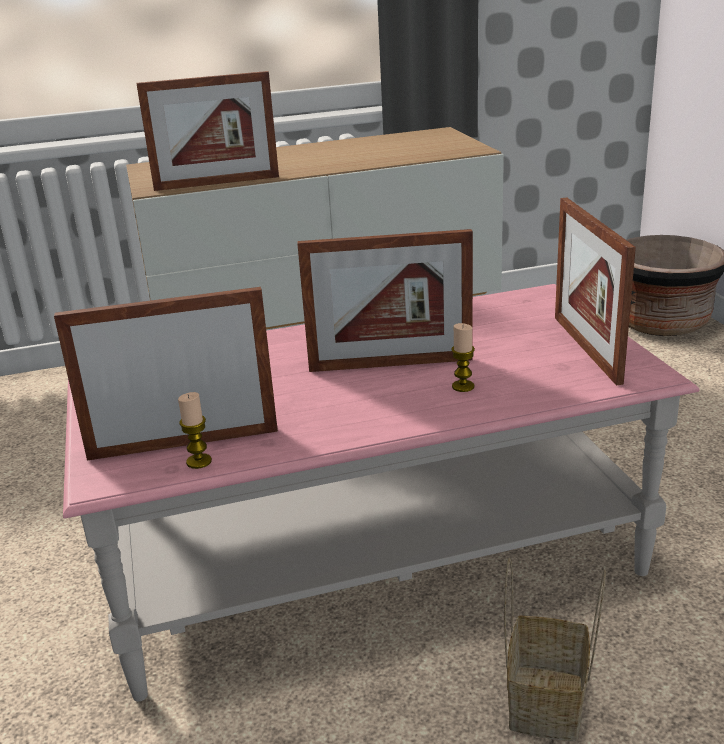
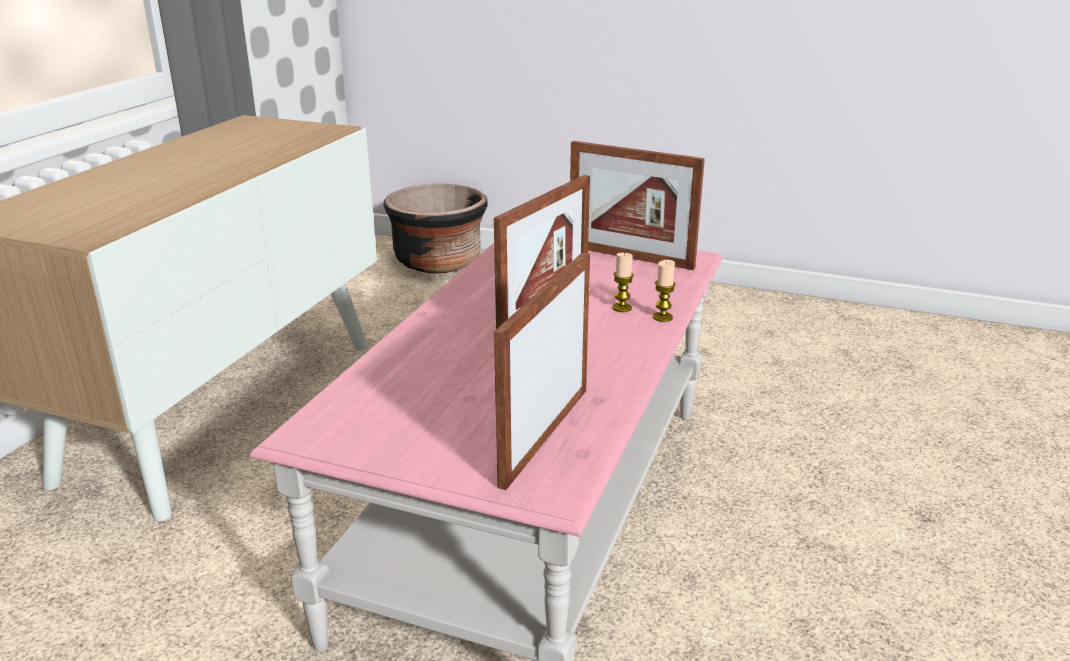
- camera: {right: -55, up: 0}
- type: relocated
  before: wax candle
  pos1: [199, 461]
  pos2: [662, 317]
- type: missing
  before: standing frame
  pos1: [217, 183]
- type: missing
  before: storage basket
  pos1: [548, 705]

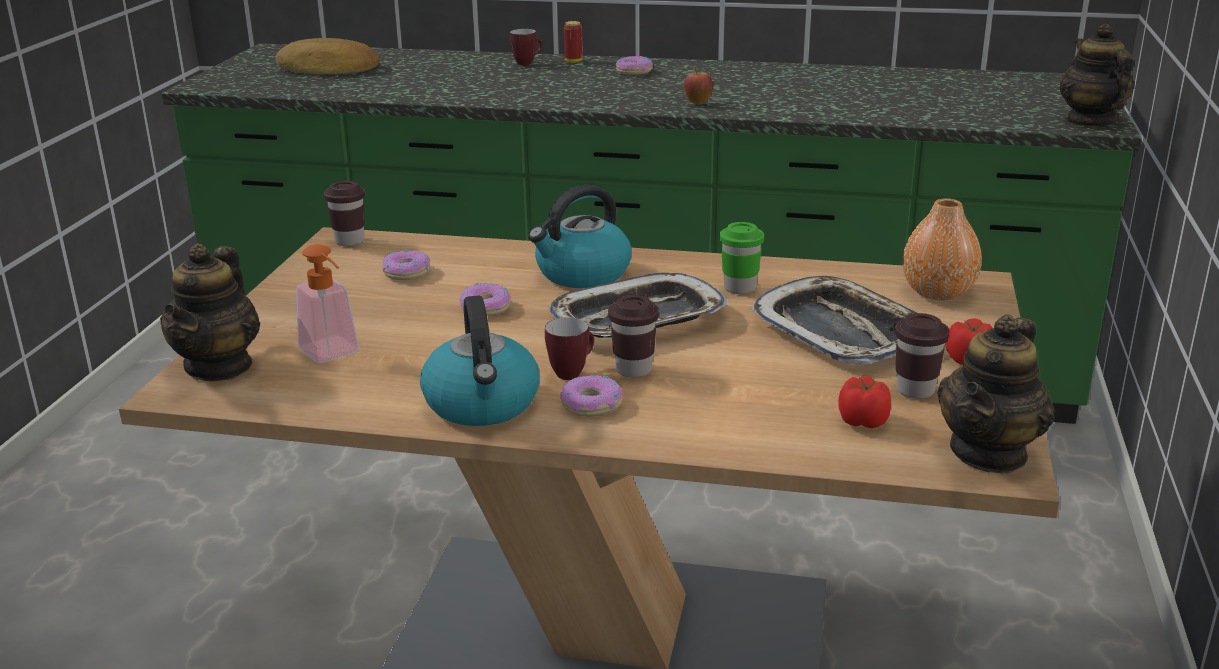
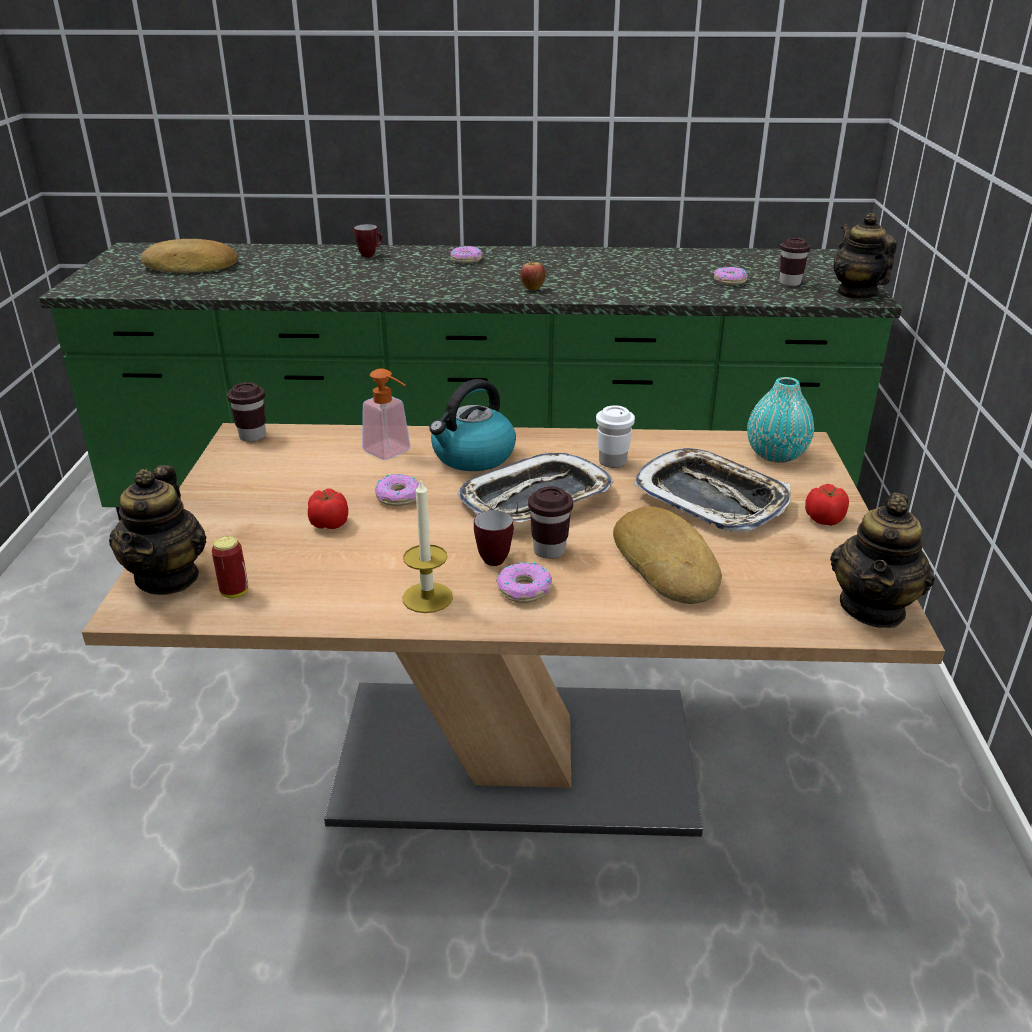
- camera: {right: -10, up: 5}
- type: relocated
  before: sealed can
  pos1: [573, 61]
  pos2: [234, 592]
- type: relocated
  before: fresh tomato
  pos1: [863, 421]
  pos2: [330, 523]
- type: relocated
  before: soap bottle
  pos1: [334, 355]
  pos2: [392, 453]
- type: exchanged
  before: water kettle
  after: wax candle
  pos1: [482, 404]
  pos2: [427, 597]
- type: colour
  before: green-coloured small cup
  after: white-coloured small cup
  pos1: [739, 288]
  pos2: [612, 462]
- type: appeared
  after: bread
  pos2: [668, 564]
- type: relocated
  before: donut
  pos1: [406, 272]
  pos2: [730, 281]
- type: colour
  before: orange flower vase
  after: turquoise flower vase
  pos1: [938, 292]
  pos2: [776, 455]
- type: relocated
  before: brown small cup
  pos1: [915, 390]
  pos2: [789, 283]

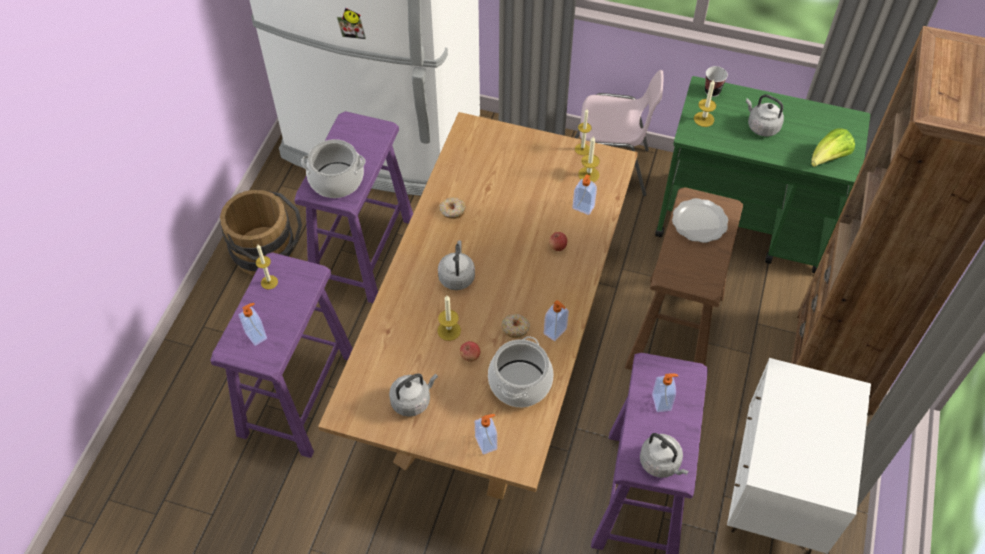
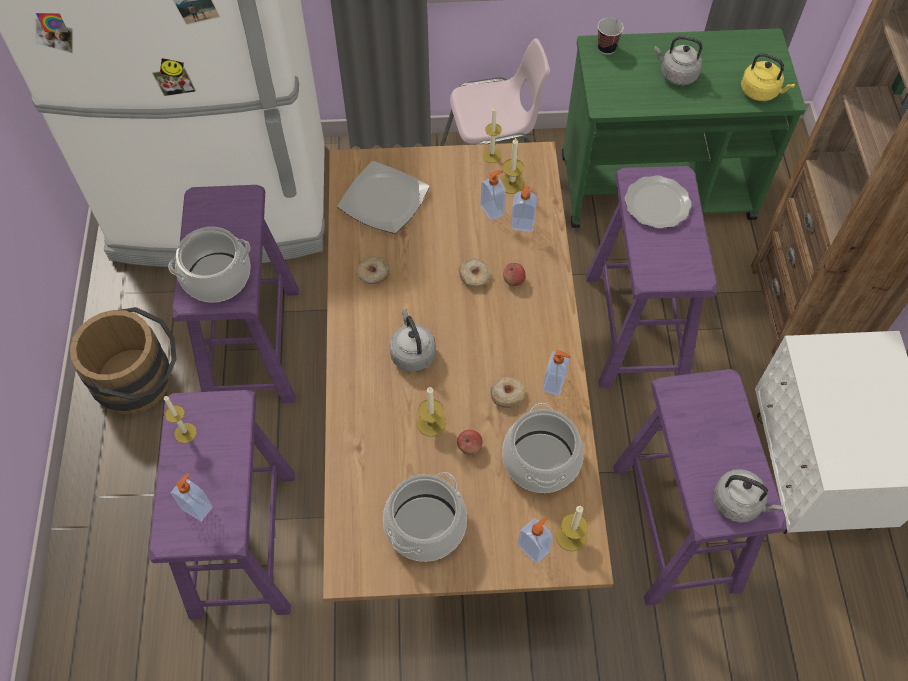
- camera: {right: -20, up: 5}
- type: appeared
  after: dinner plate
  pos2: [385, 200]
- type: exchanged
  before: grey water kettle
  after: saucepot
  pos1: [412, 400]
  pos2: [425, 525]
- type: appeared
  after: donut
  pos2: [474, 276]
- type: relocated
  before: soap bottle
  pos1: [662, 402]
  pos2: [493, 210]
- type: relocated
  before: wax candle
  pos1: [704, 119]
  pos2: [571, 536]
- type: colour
  before: brown sitting stool
  after: purple-coloured sitting stool
  pos1: [675, 332]
  pos2: [635, 329]
- type: exchanged
  before: lettuce
  after: yellow water kettle
  pos1: [828, 159]
  pos2: [761, 92]

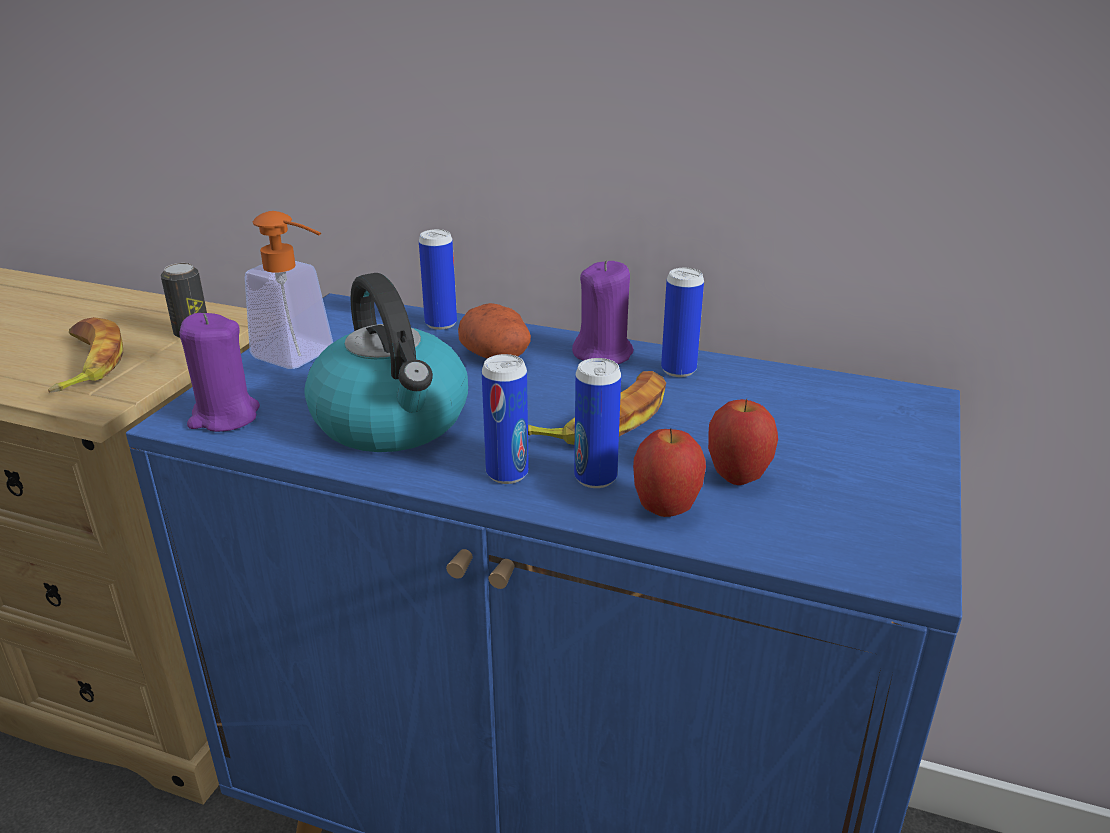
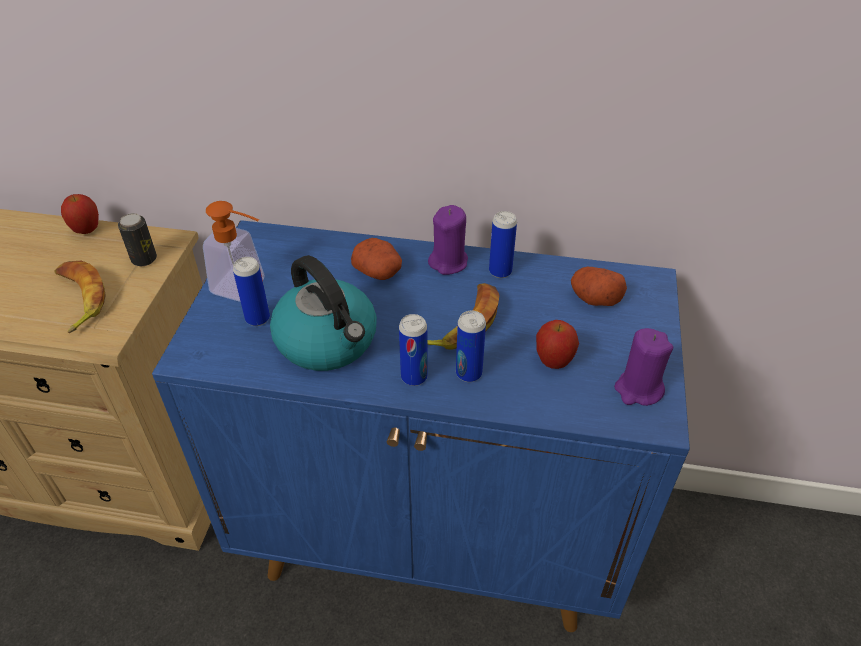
- camera: {right: -10, up: 15}
- type: relocated
  before: whole apple
  pos1: [665, 510]
  pos2: [87, 230]
- type: relocated
  before: sealed can
  pos1: [441, 324]
  pos2: [257, 318]
- type: appeared
  after: whole potato
  pos2: [594, 298]
- type: relocated
  before: purple-coloured wax candle
  pos1: [224, 417]
  pos2: [638, 389]

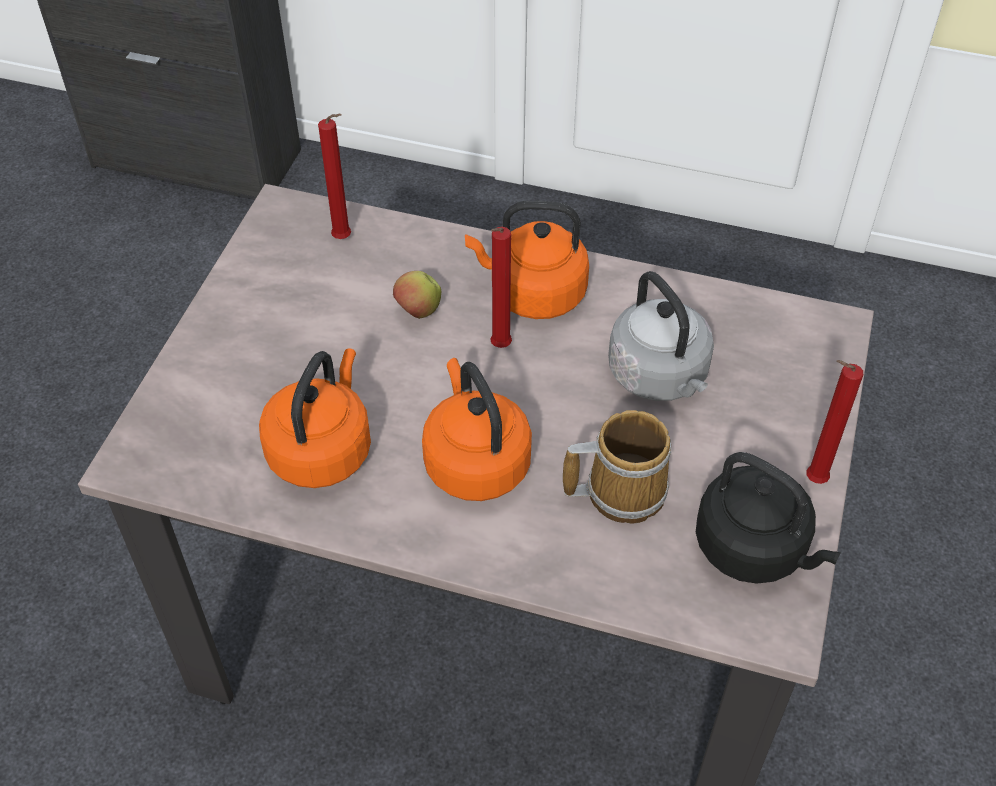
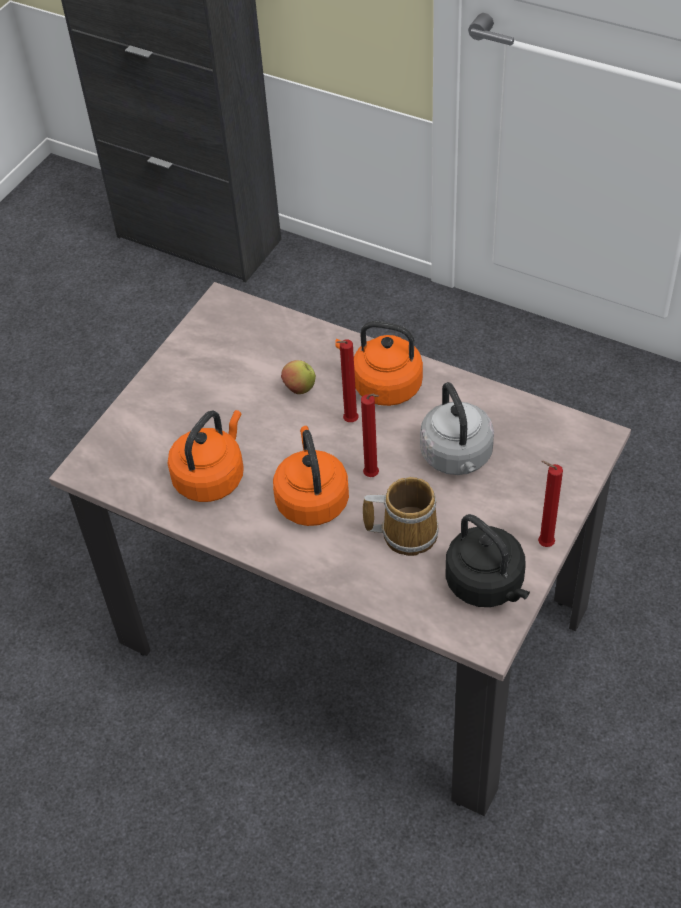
- camera: {right: 15, up: 0}
- type: relocated
  before: reddish wax candle
  pos1: [344, 239]
  pos2: [373, 476]

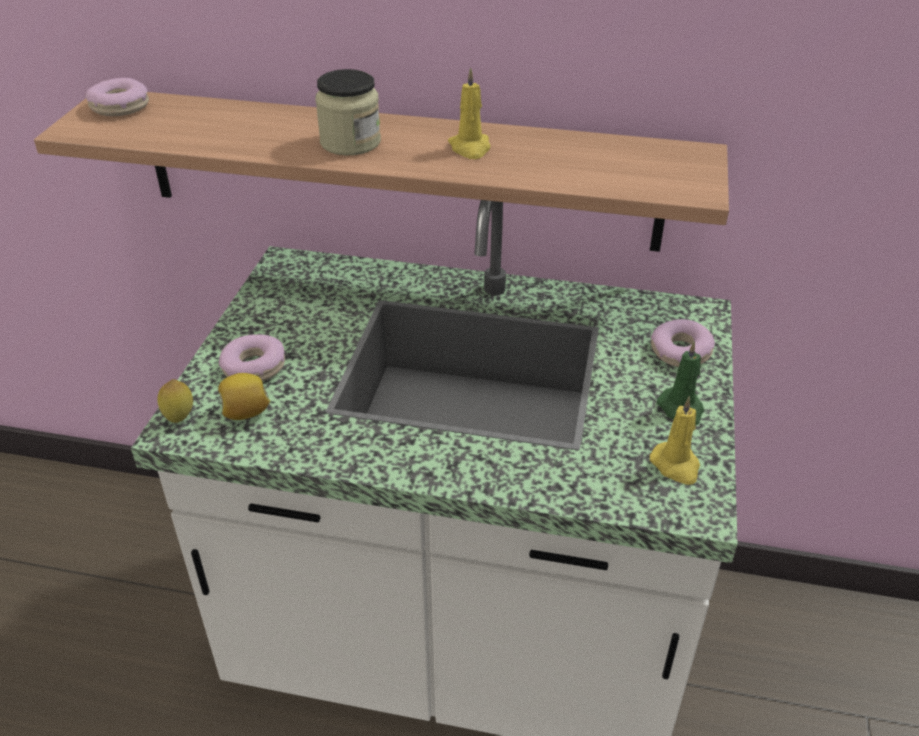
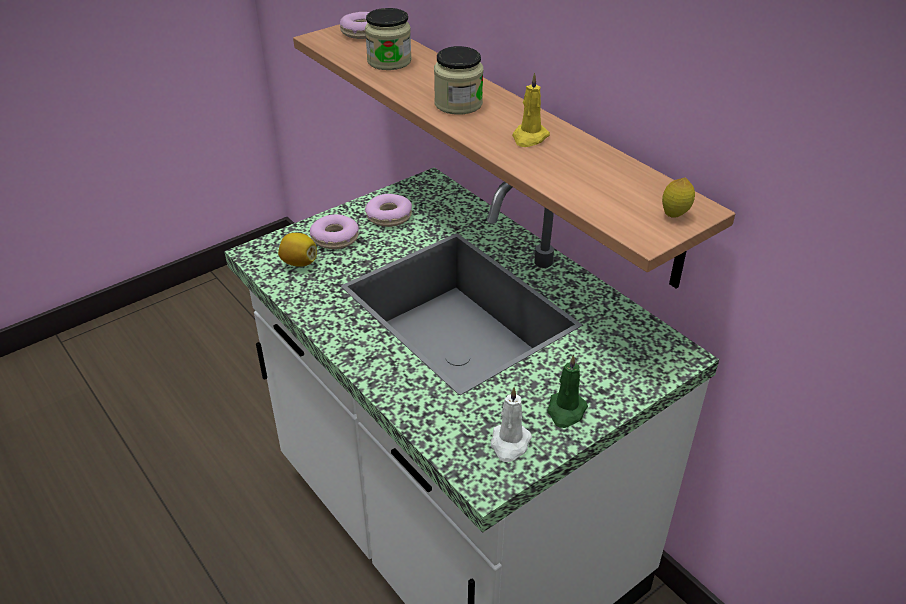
- camera: {right: 40, up: 0}
- type: appeared
  after: jar
  pos2: [389, 61]
- type: relocated
  before: donut
  pos1: [680, 352]
  pos2: [389, 216]
- type: colour
  before: yellow wax candle
  after: white-coloured wax candle
  pos1: [676, 465]
  pos2: [510, 444]
- type: relocated
  before: whole lemon
  pos1: [180, 418]
  pos2: [674, 216]

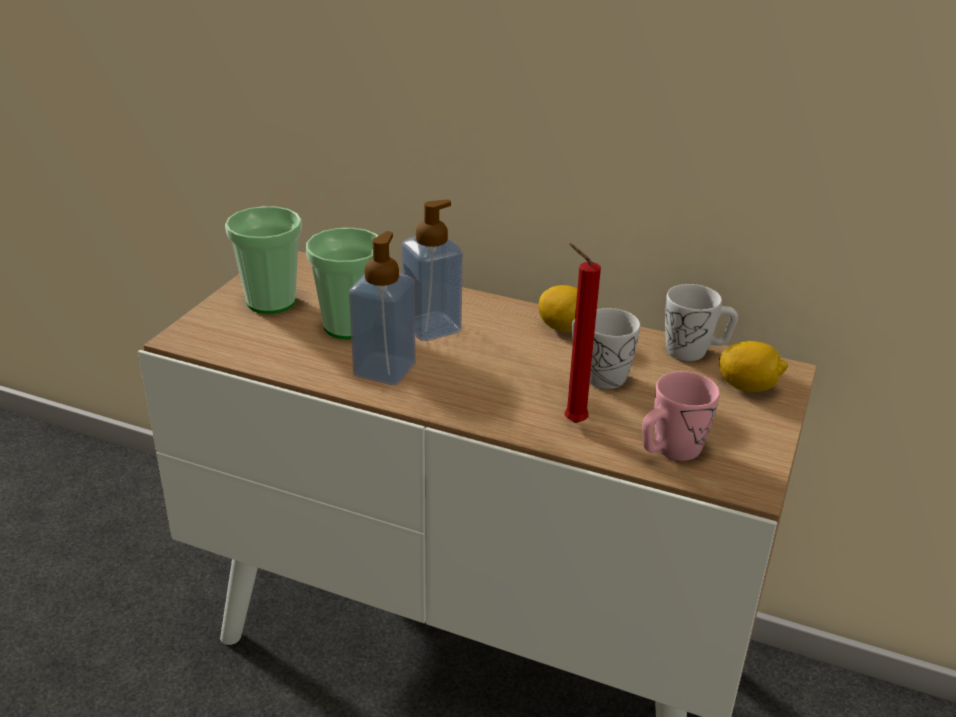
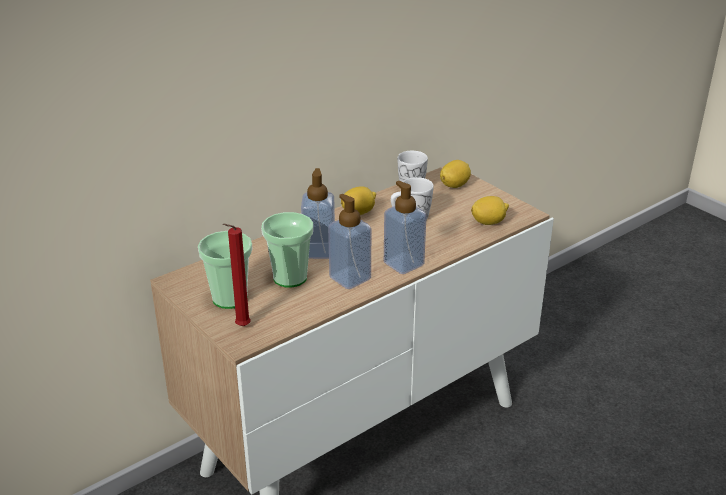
- camera: {right: -60, up: 0}
- type: relocated
  before: reddish wax candle
  pos1: [571, 421]
  pos2: [241, 327]
- type: appeared
  after: soap bottle
  pos2: [403, 264]
- type: exchanged
  before: pink-coloured tea mug
  after: whole lemon
  pos1: [670, 451]
  pos2: [488, 222]

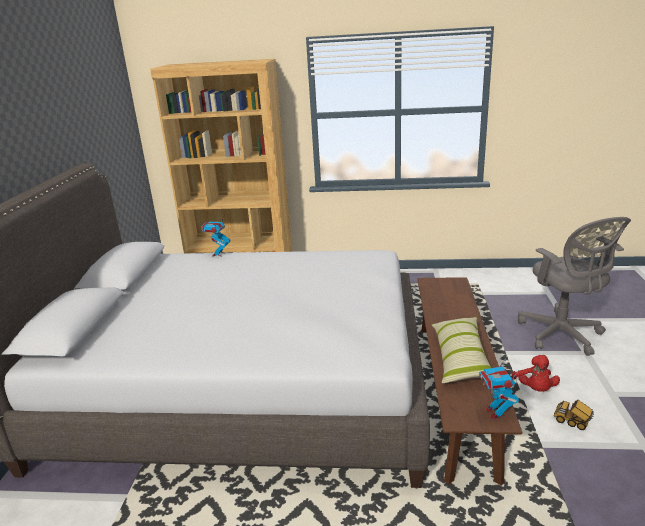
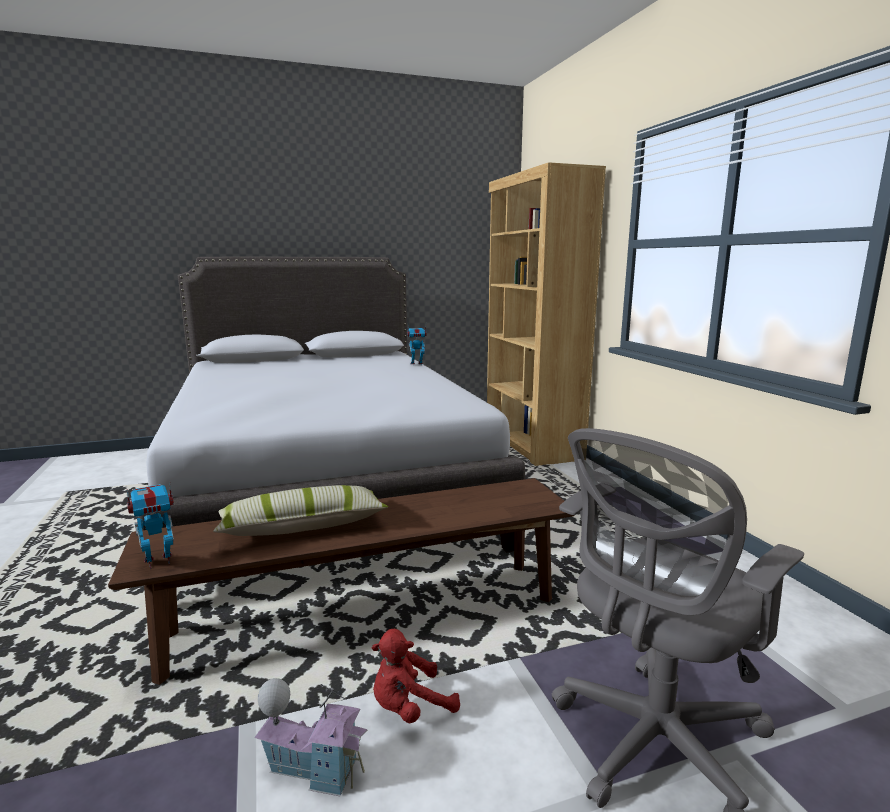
- camera: {right: 65, up: -10}
- type: exchanged
  before: toy lorry
  after: miniature house
  pos1: [572, 422]
  pos2: [315, 769]

